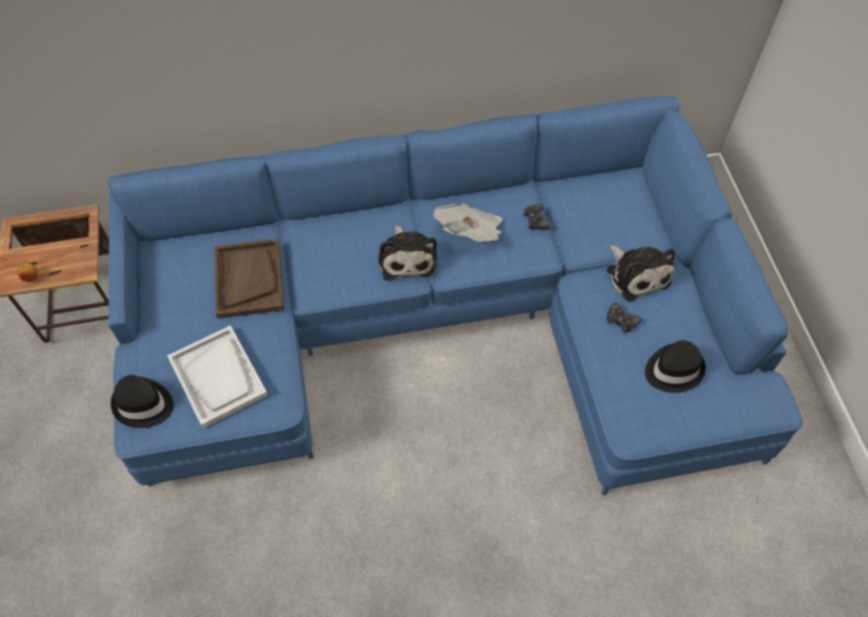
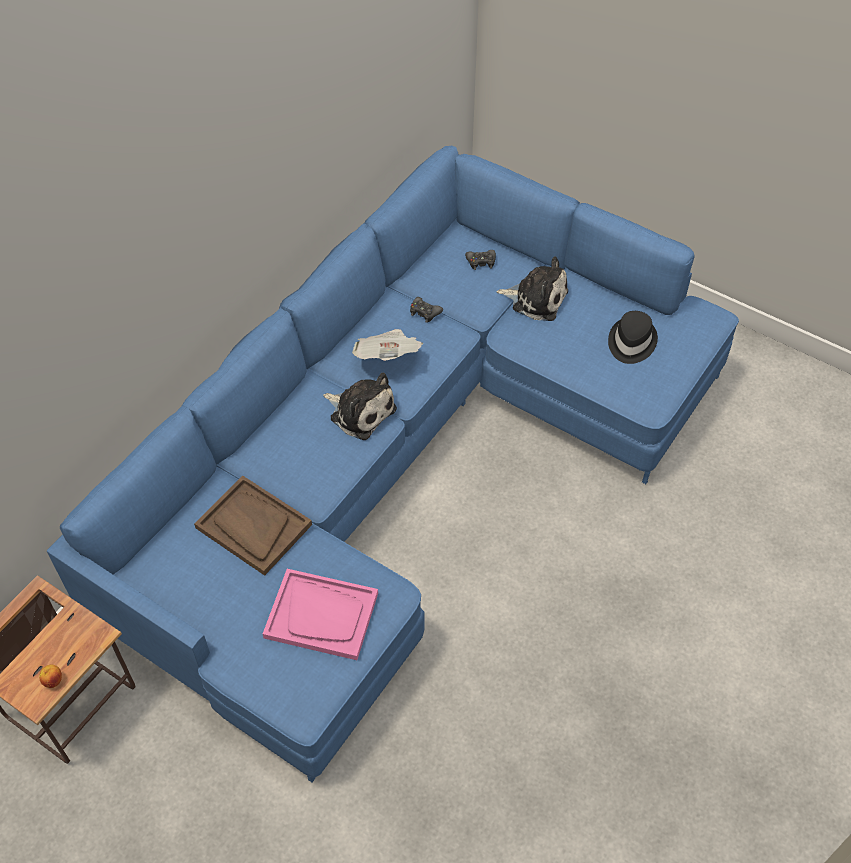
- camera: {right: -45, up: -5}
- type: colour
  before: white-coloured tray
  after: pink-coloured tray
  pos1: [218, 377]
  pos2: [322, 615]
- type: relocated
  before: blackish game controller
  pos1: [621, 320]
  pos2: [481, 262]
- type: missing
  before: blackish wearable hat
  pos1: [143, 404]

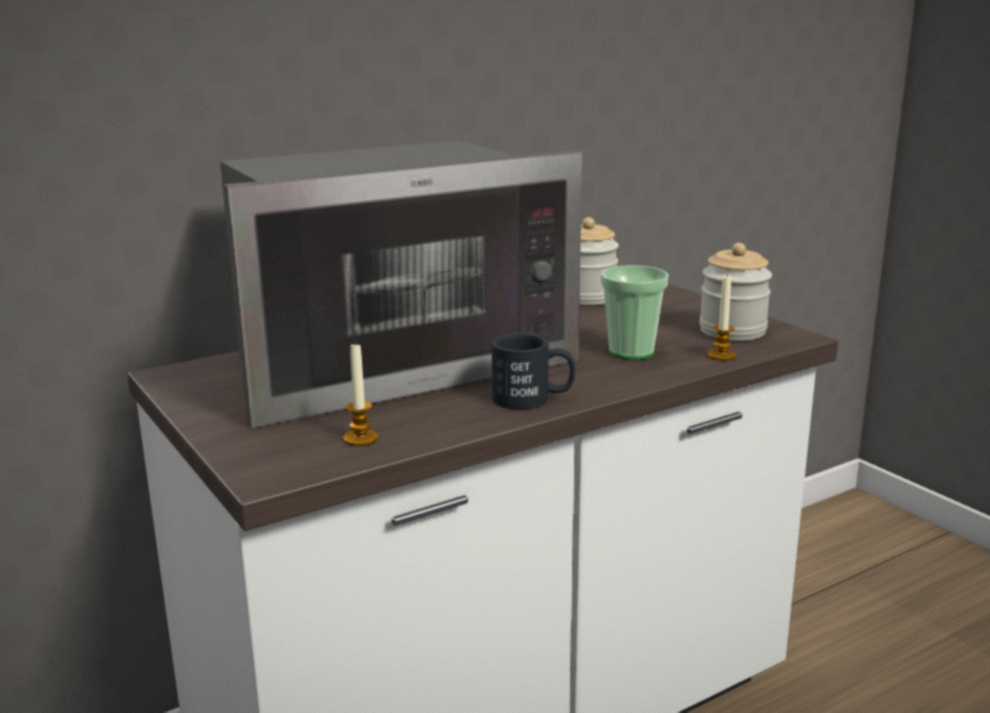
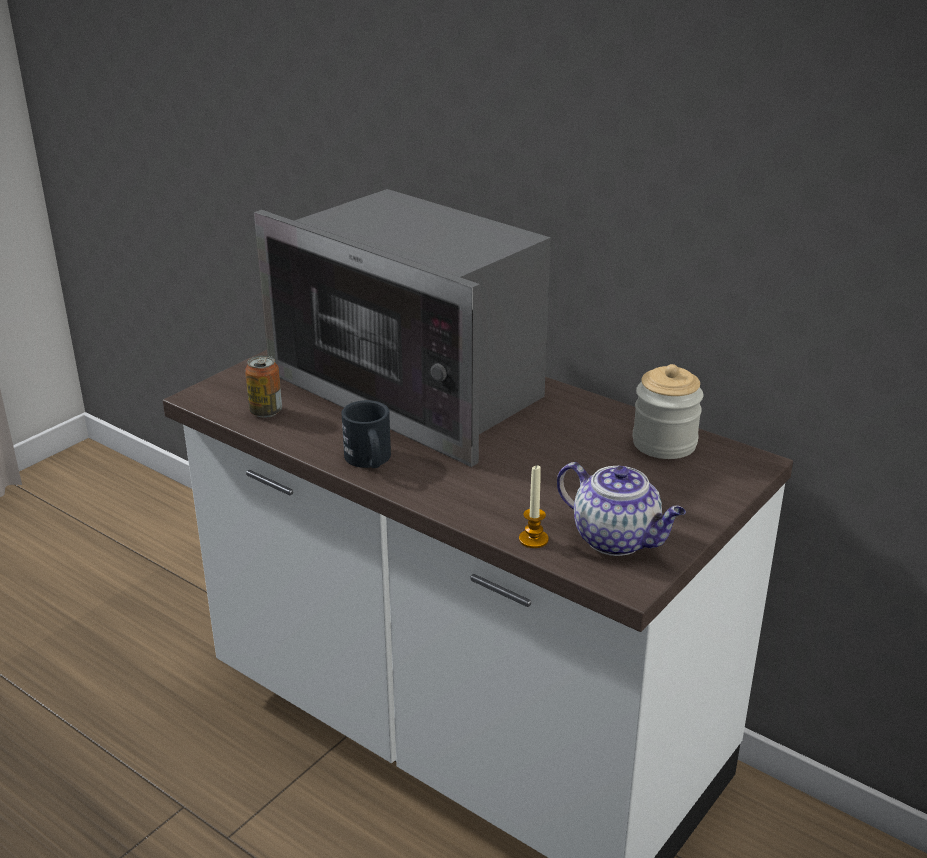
- camera: {right: 70, up: 10}
- type: exchanged
  before: wax candle
  after: sealed can
  pos1: [360, 438]
  pos2: [266, 411]
- type: exchanged
  before: jar
  after: teapot
  pos1: [732, 331]
  pos2: [617, 539]
- type: missing
  before: small cup
  pos1: [631, 352]

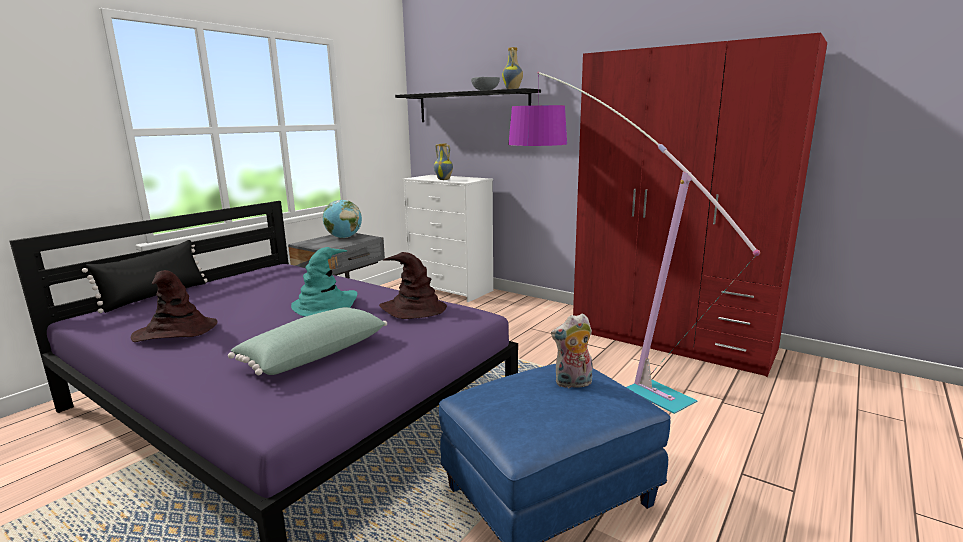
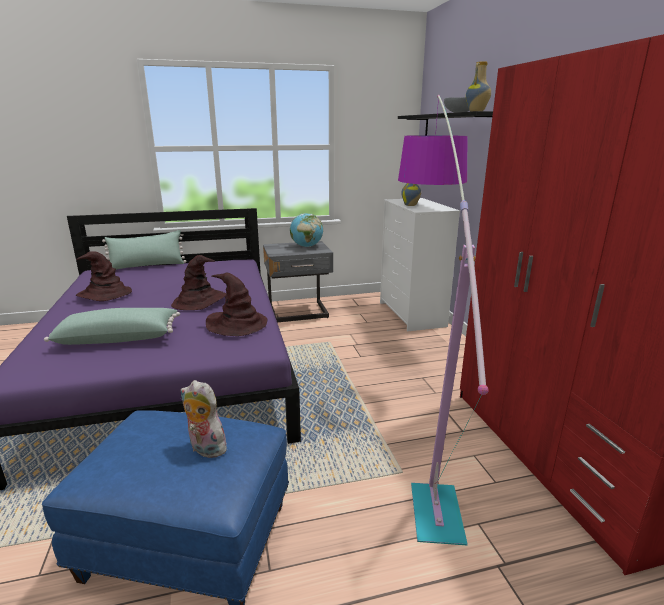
- camera: {right: 40, up: 5}
- type: colour
  before: blackish cushion
  after: green-coloured cushion
  pos1: [156, 296]
  pos2: [147, 266]
- type: colour
  before: turquoise wearable hat
  after: brown wearable hat
  pos1: [325, 305]
  pos2: [199, 301]

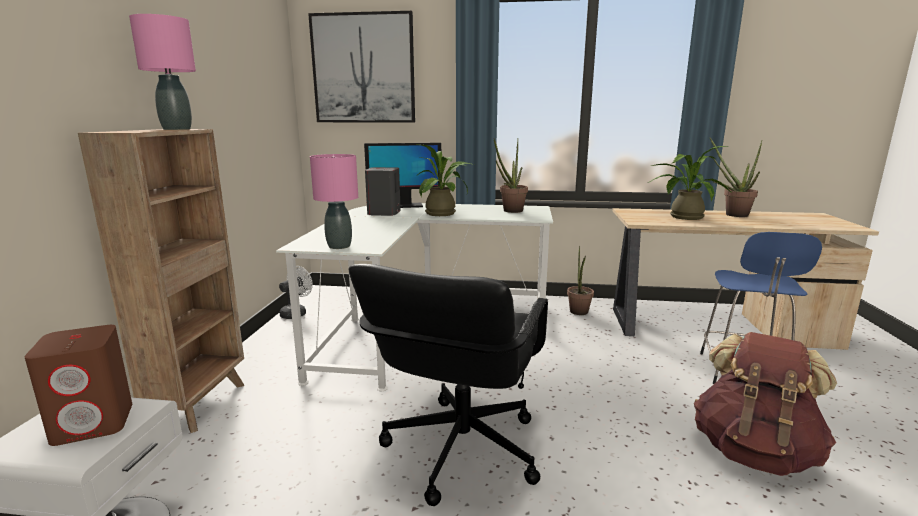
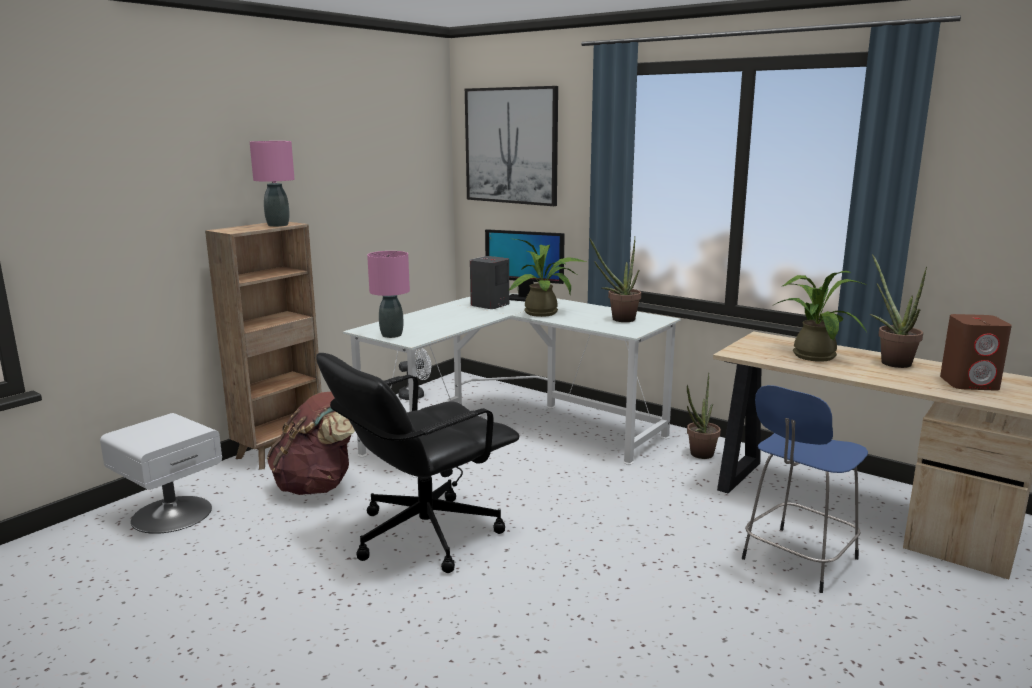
- camera: {right: 30, up: 0}
- type: relocated
  before: brown rucksack
  pos1: [754, 451]
  pos2: [317, 486]
- type: relocated
  before: brown loudspeaker
  pos1: [94, 423]
  pos2: [969, 383]

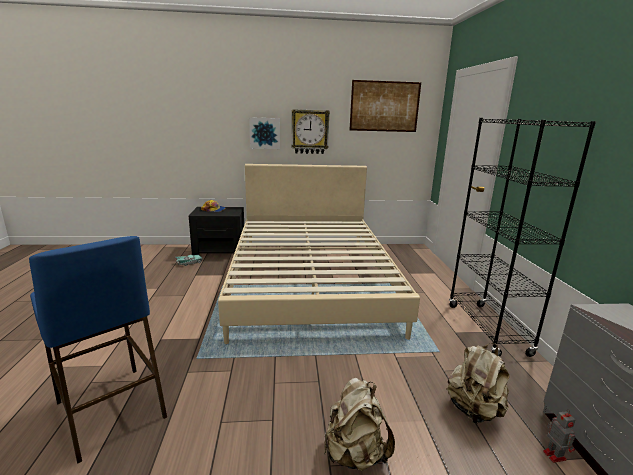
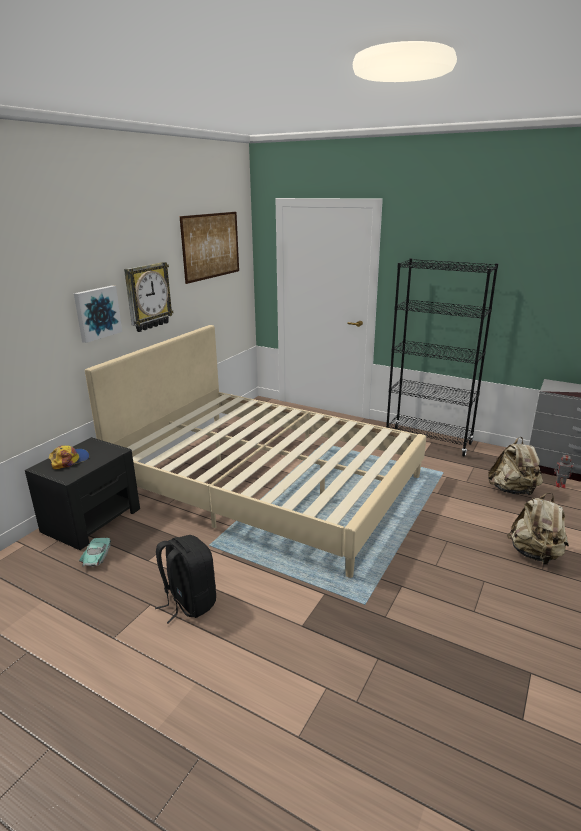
- camera: {right: -55, up: 5}
- type: appeared
  after: blackish rucksack
  pos2: [188, 602]
- type: missing
  before: bluish sitting stool
  pos1: [111, 410]

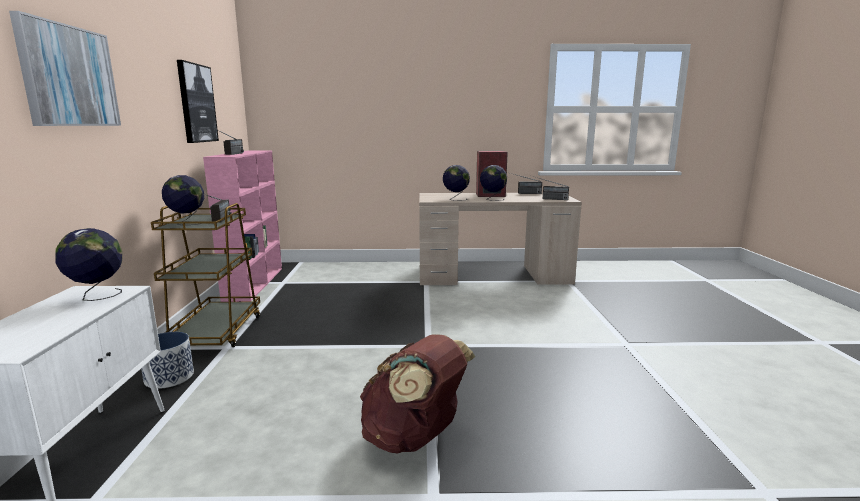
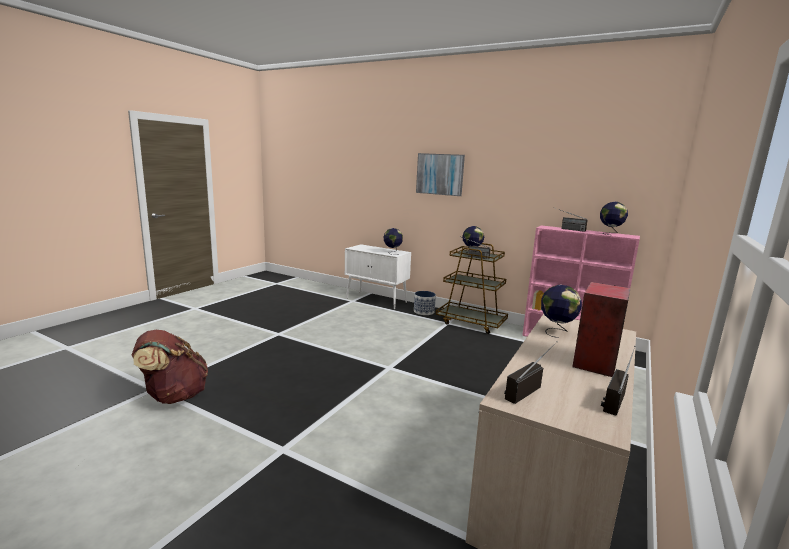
- camera: {right: 120, up: 0}
- type: relocated
  before: brown rucksack
  pos1: [414, 438]
  pos2: [173, 396]
- type: relocated
  before: world globe
  pos1: [492, 199]
  pos2: [610, 233]
- type: missing
  before: wall art
  pos1: [196, 103]

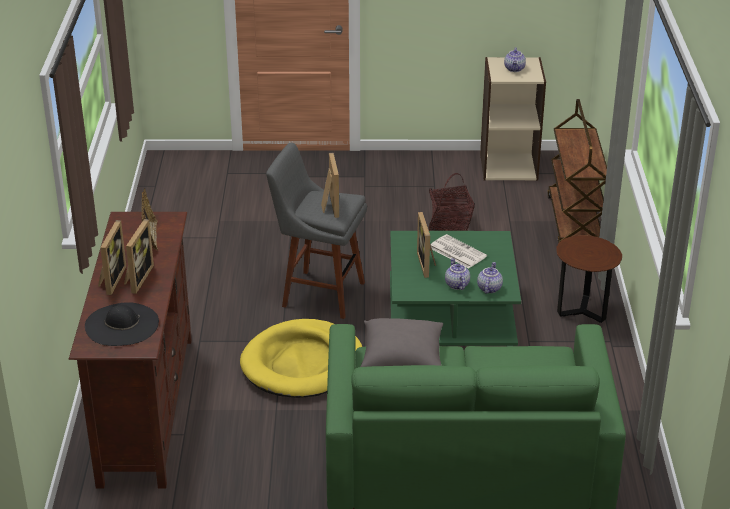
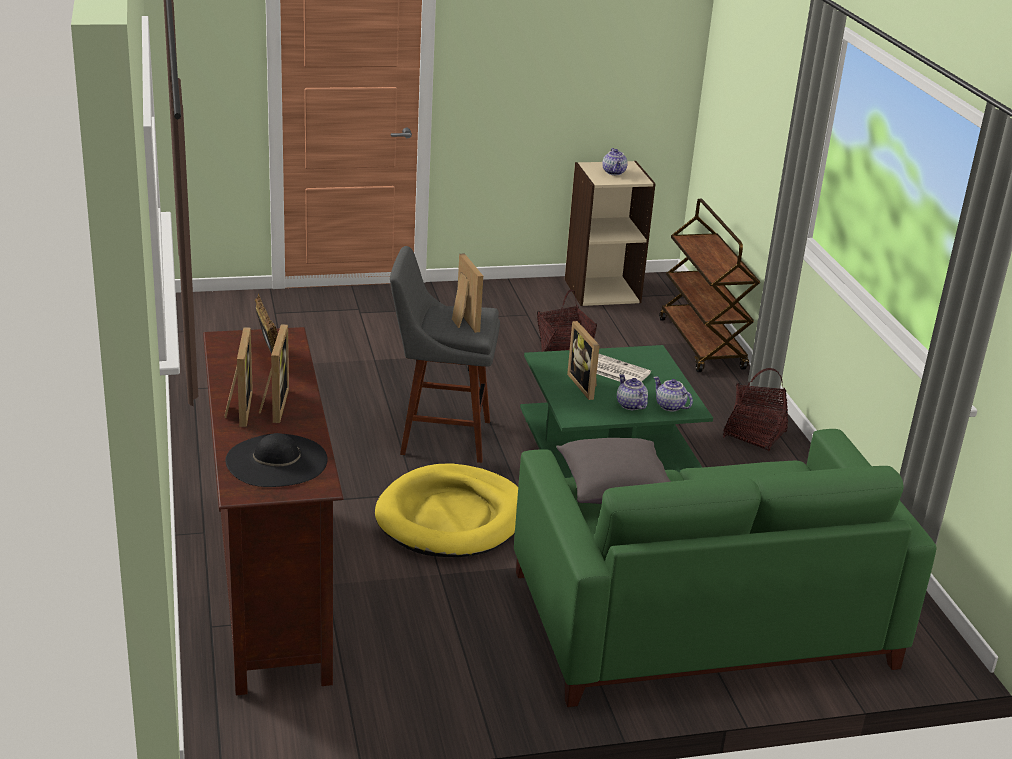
- camera: {right: -15, up: -5}
- type: spun
  before: teapot
  pos1: [488, 288]
  pos2: [669, 406]
  turn: -45
- type: exchanged
  before: brown side table
  after: storage basket
  pos1: [582, 311]
  pos2: [755, 435]

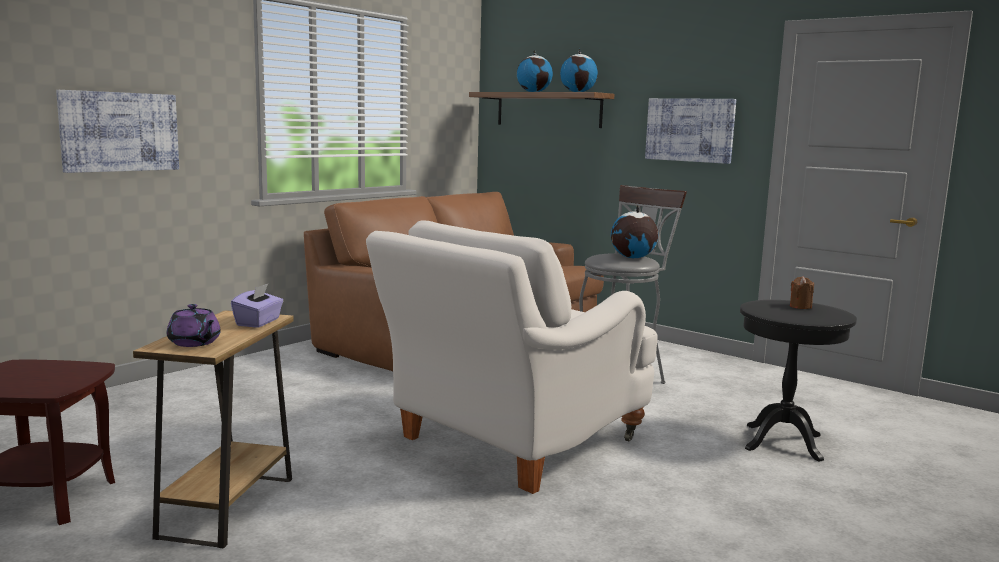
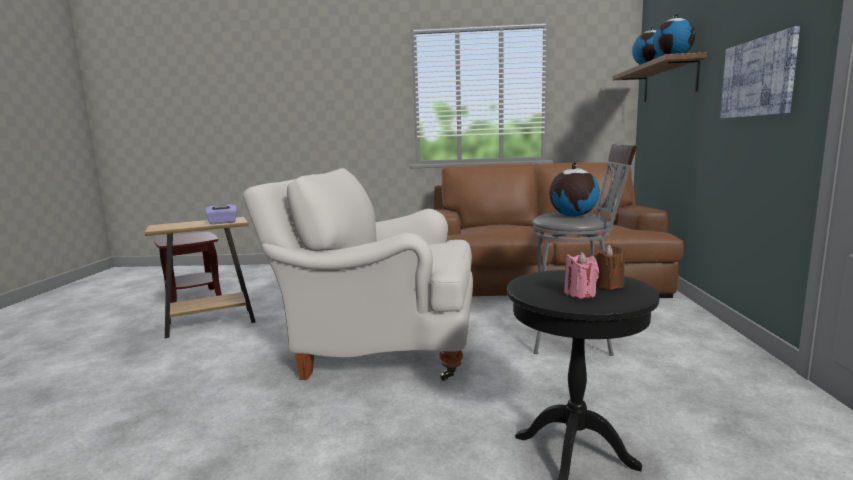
- camera: {right: 55, up: 0}
- type: appeared
  after: pink-coloured wax candle
  pos2: [580, 294]
- type: missing
  before: wall art
  pos1: [120, 131]
- type: missing
  before: purple-coloured teapot
  pos1: [194, 343]

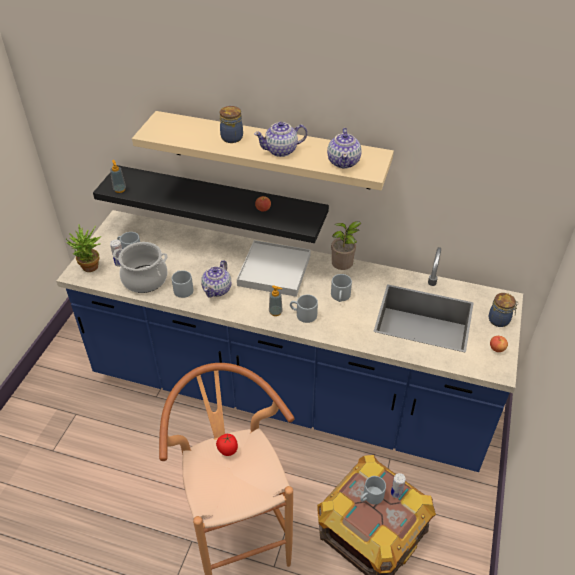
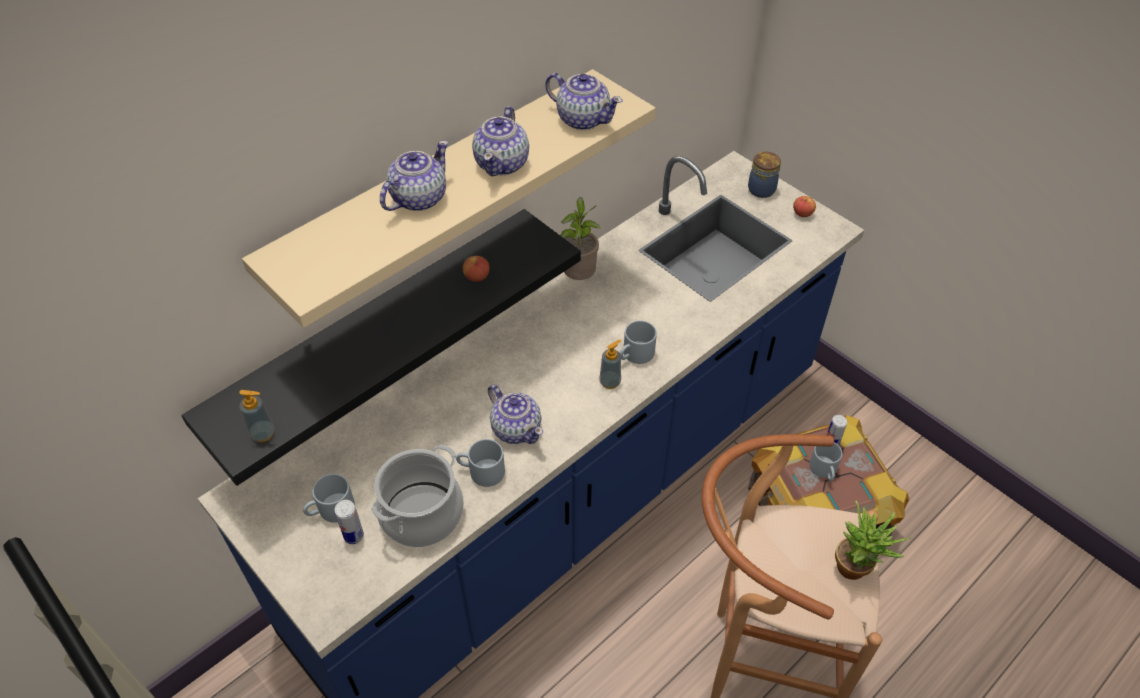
- camera: {right: -60, up: 5}
- type: exchanged
  before: jar
  after: teapot
  pos1: [232, 137]
  pos2: [417, 198]
- type: relocated
  before: potted plant
  pos1: [90, 269]
  pos2: [857, 568]
- type: missing
  before: fresh tomato
  pos1: [227, 450]
- type: missing
  before: white-coloured tray
  pos1: [274, 271]
- type: missing
  before: grey tea mug
  pos1: [340, 297]

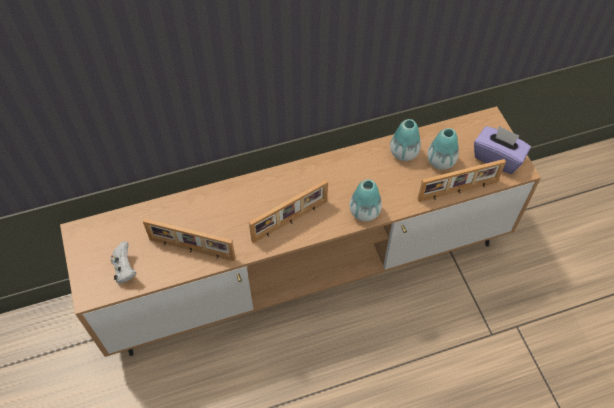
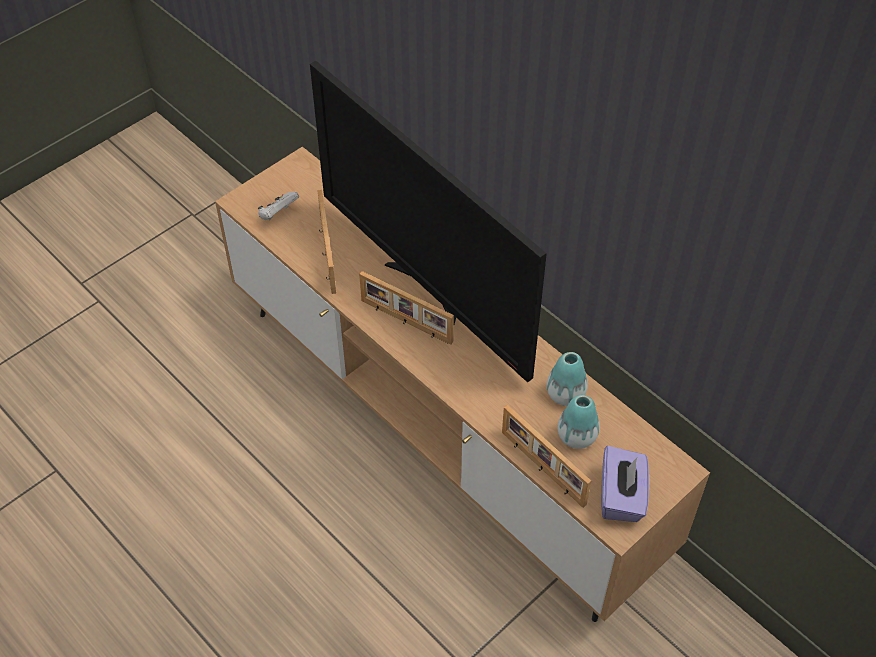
- camera: {right: 65, up: -5}
- type: appeared
  after: television
  pos2: [427, 290]
- type: missing
  before: flower vase
  pos1: [364, 212]

